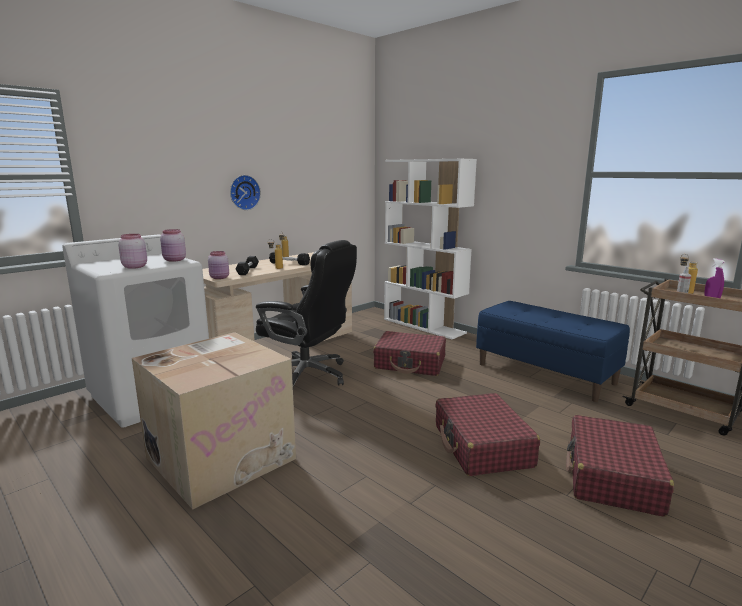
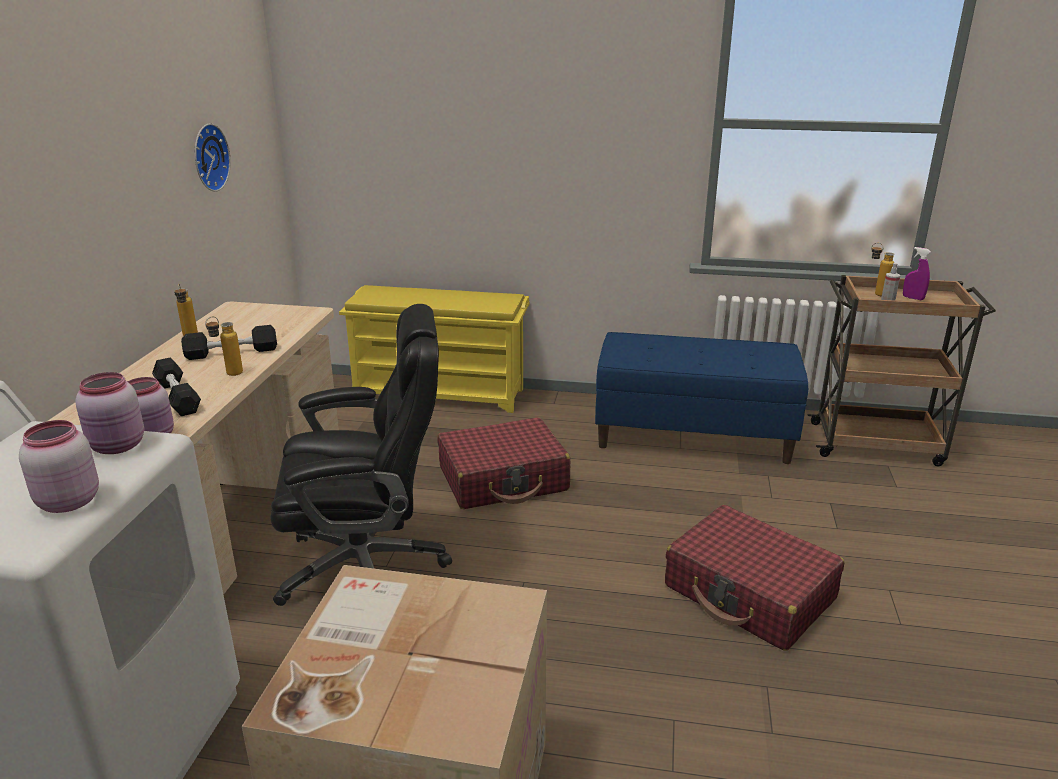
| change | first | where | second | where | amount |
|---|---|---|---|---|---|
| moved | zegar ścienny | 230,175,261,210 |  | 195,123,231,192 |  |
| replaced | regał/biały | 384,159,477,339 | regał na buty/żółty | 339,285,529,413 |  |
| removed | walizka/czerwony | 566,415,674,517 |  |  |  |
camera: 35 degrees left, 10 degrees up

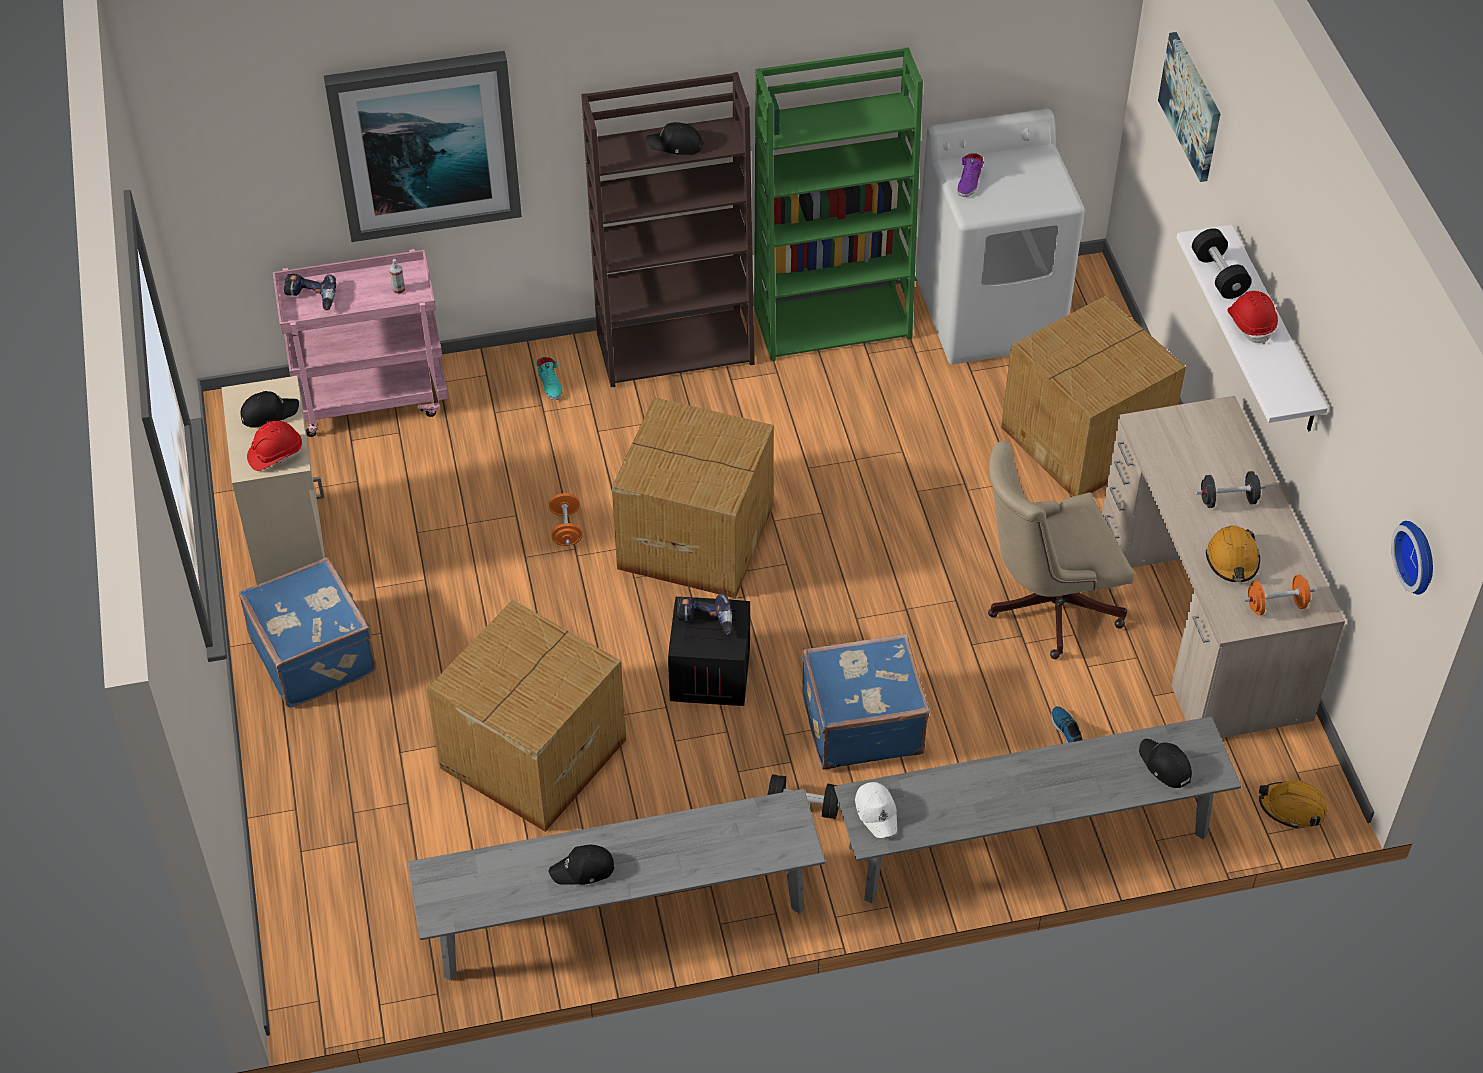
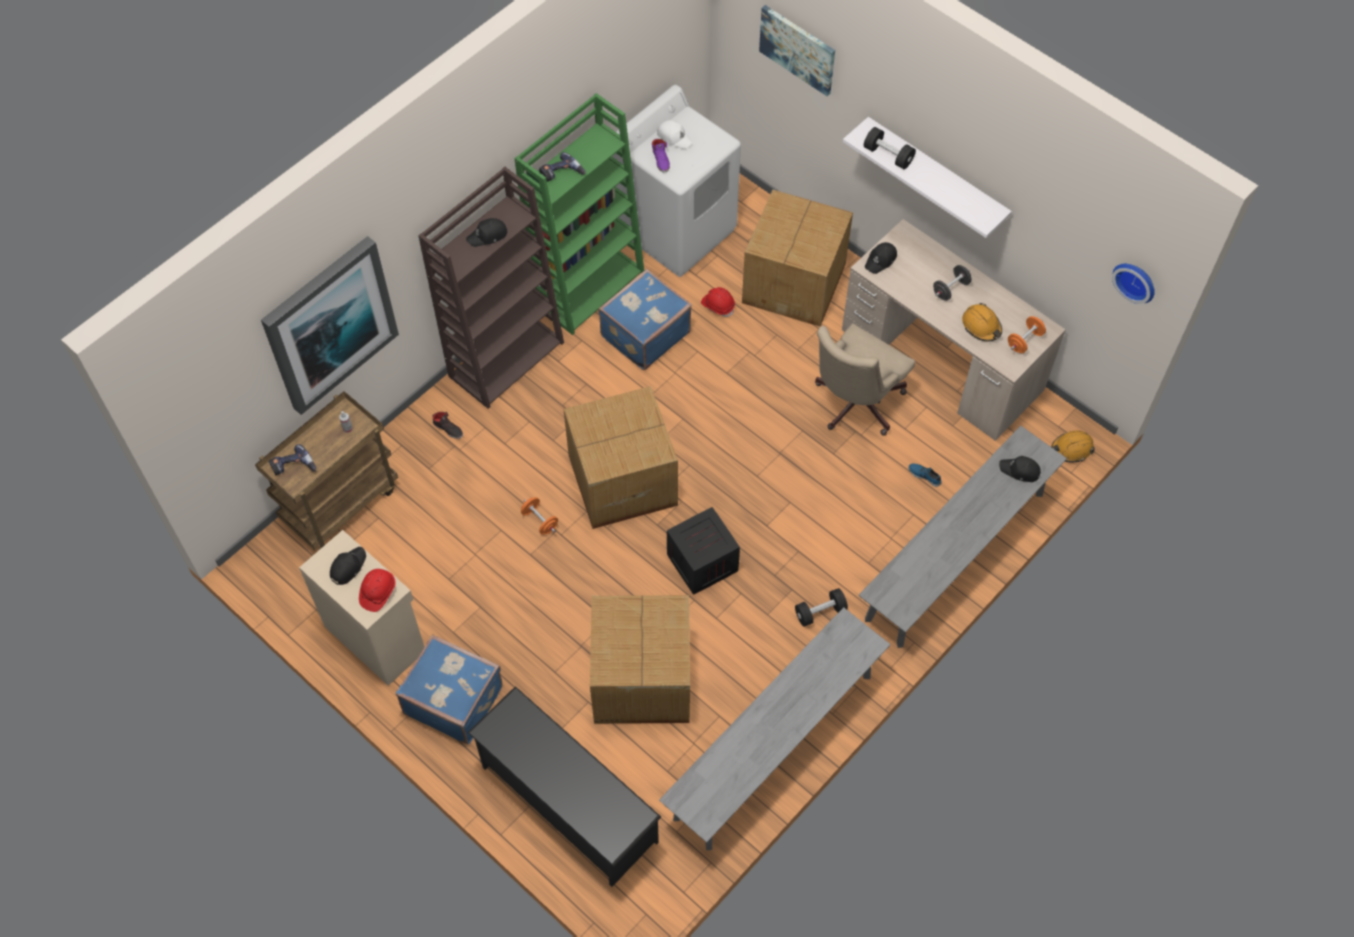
| change | first | where | second | where | amount |
|---|---|---|---|---|---|
| recoloured | wózek/różowy | 273,249,448,437 | wózek/brązowy | 255,391,398,550 |  |
| recoloured | but/turkusowy | 536,357,562,400 | but/czarny | 433,412,463,439 |  |
| moved | czapka z daszkiem/czarny | 549,845,614,885 |  | 865,242,897,274 |  |
| moved | wiertarka | 677,593,732,635 |  | 539,152,586,182 |  |
| moved | walizka/niebieski | 802,633,930,770 |  | 598,269,692,370 |  |
| moved | czapka z daszkiem/biały | 855,782,897,838 |  | 657,120,692,149 |  |
| moved | kask/czerwony | 1228,291,1278,344 |  | 701,287,735,317 |  |
| added |  |  | regał na buty/czarny | 468,686,661,887 |  |
camera: 35 degrees left, 10 degrees up

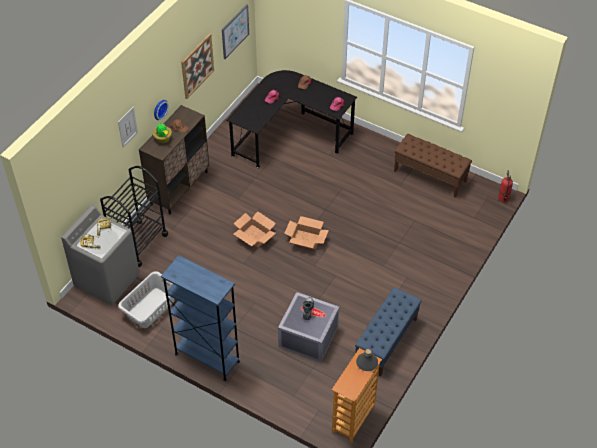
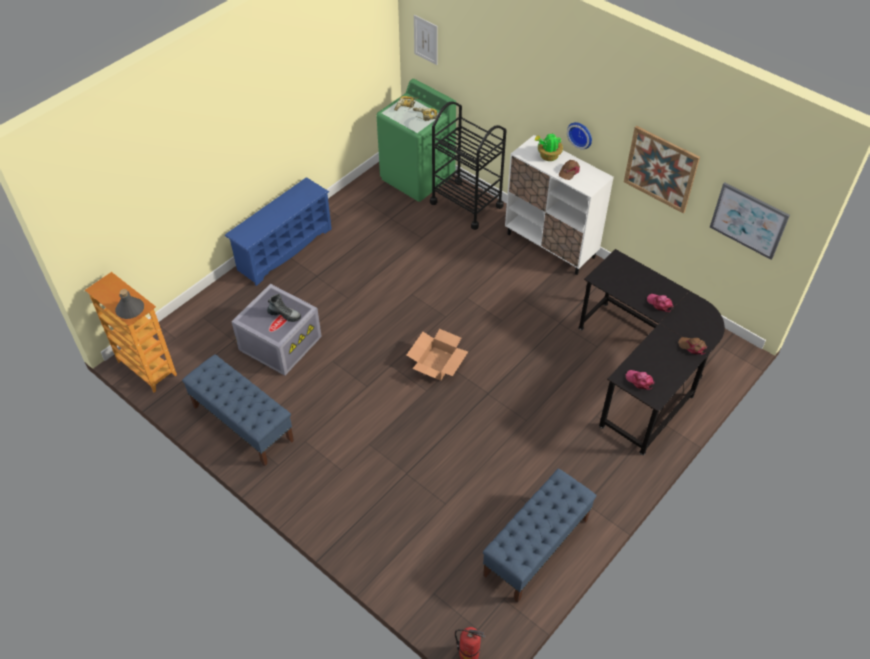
| change | first | where | second | where | amount |
|---|---|---|---|---|---|
| recoloured | pralka/szary | 61,205,139,305 | pralka/zielony | 376,79,456,202 |  |
| moved | obraz | 118,107,138,148 |  | 414,15,437,65 |  |
| removed | kosz na pranie/szary | 118,271,174,328 |  |  |  |
| recoloured | szafka/brązowy | 139,105,209,214 | szafka/biały | 505,135,614,275 |  |
| replaced | regał/niebieski | 161,255,240,381 | regał na buty/niebieski | 225,177,332,286 |  |
| removed | karton | 234,211,276,247 |  |  |  |
| recoloured | ławka/brązowy | 394,134,472,198 | ławka/niebieski | 483,468,597,603 |  |
camera: 100 degrees right, 0 degrees up

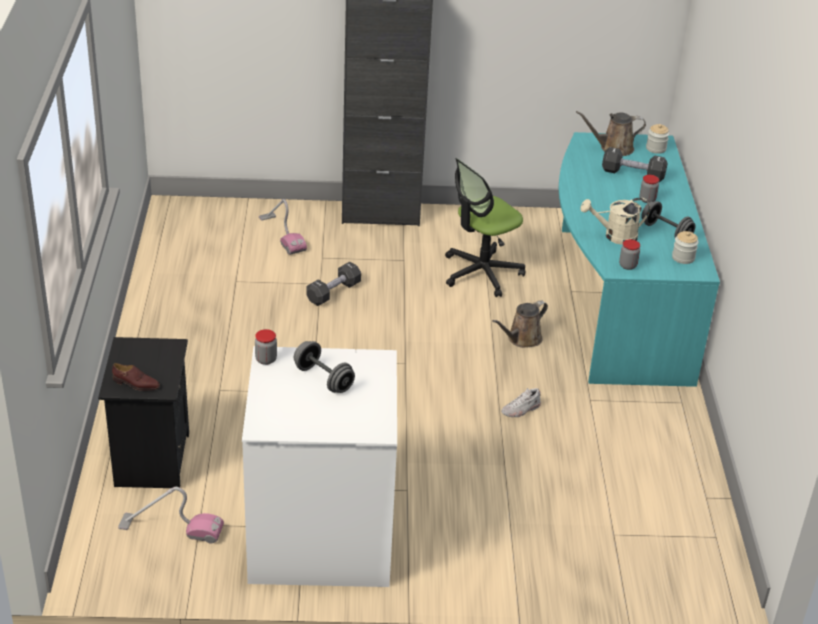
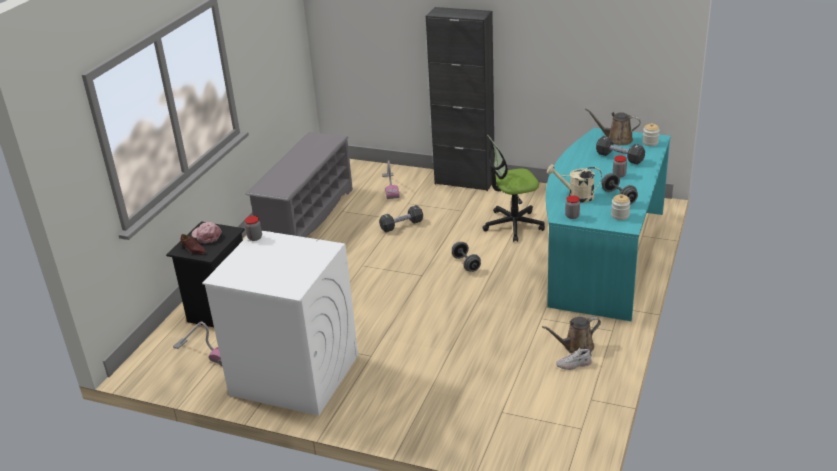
| change | first | where | second | where | amount |
|---|---|---|---|---|---|
| moved | hantel/szary | 294,341,355,393 |  | 452,242,481,272 |  |
| moved | konewka/brązowy | 492,300,548,348 |  | 542,316,601,353 |  |
| moved | but/biały | 501,388,541,417 |  | 556,348,592,370 |  |
| added |  |  | czapka z daszkiem/różowy | 192,222,222,244 |  |
| added |  |  | regał na buty/szary | 245,132,353,237 |  |
camera: 25 degrees right, 5 degrees down

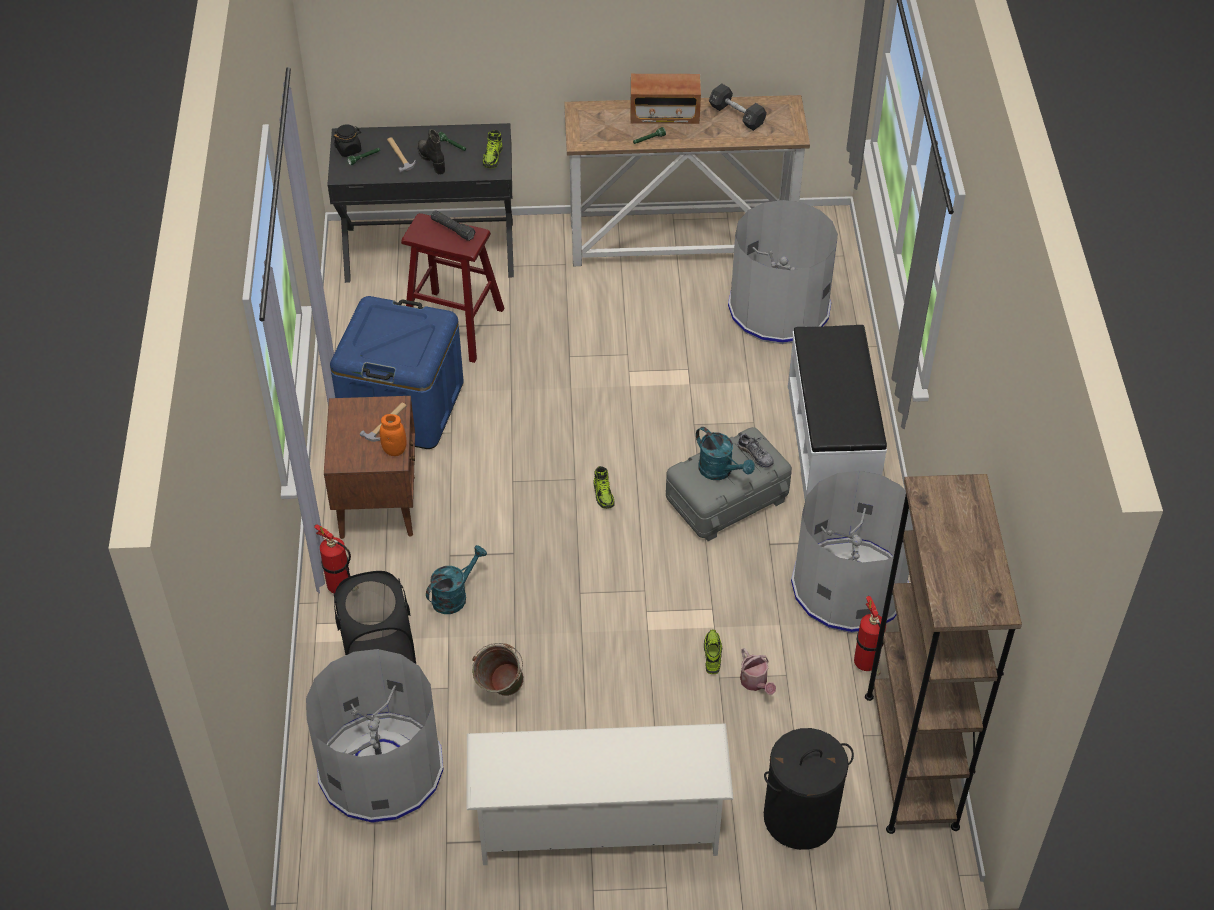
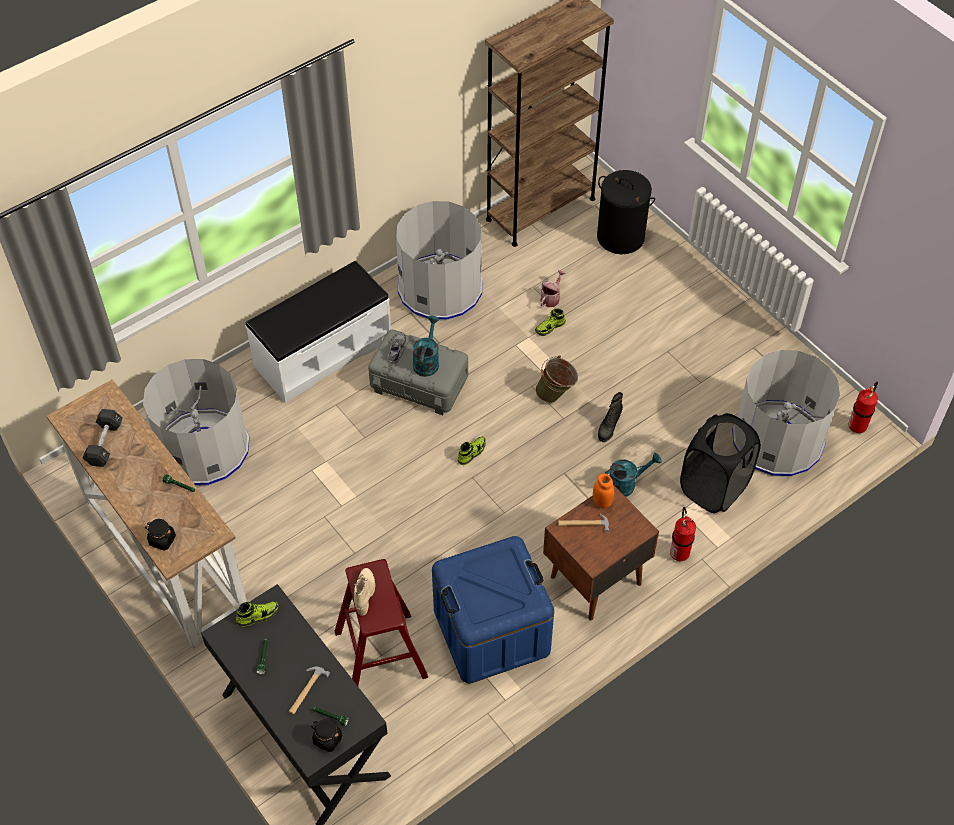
| change | first | where | second | where | amount |
|---|---|---|---|---|---|
| moved | but z cholewką/czarny | 418,129,445,174 |  | 598,392,623,442 |  |
| turned | konewka/turkusowy | 426,545,487,614 |  | 605,453,662,497 | 150 degrees clockwise |
| replaced | latarka/czarny | 431,211,475,241 | but z cholewką/beżowy | 354,568,375,616 |  |
| removed | regał na buty/biały | 466,724,734,865 |  |  |  |
| moved | wiadro/zielony | 472,643,524,696 |  | 536,355,578,403 |  |
| removed | radio | 631,74,701,124 |  |  |  |
| moved | gaśnica | 854,596,886,676 |  | 849,382,878,433 |  |
| added |  |  | słoik/czarny | 145,519,176,551 |  |
camera: 125 degrees left, 5 degrees up

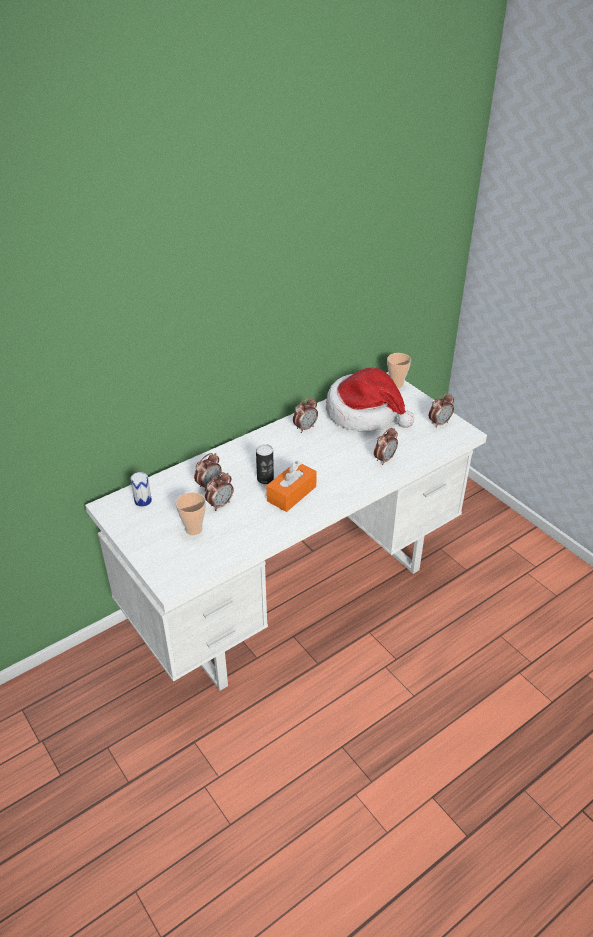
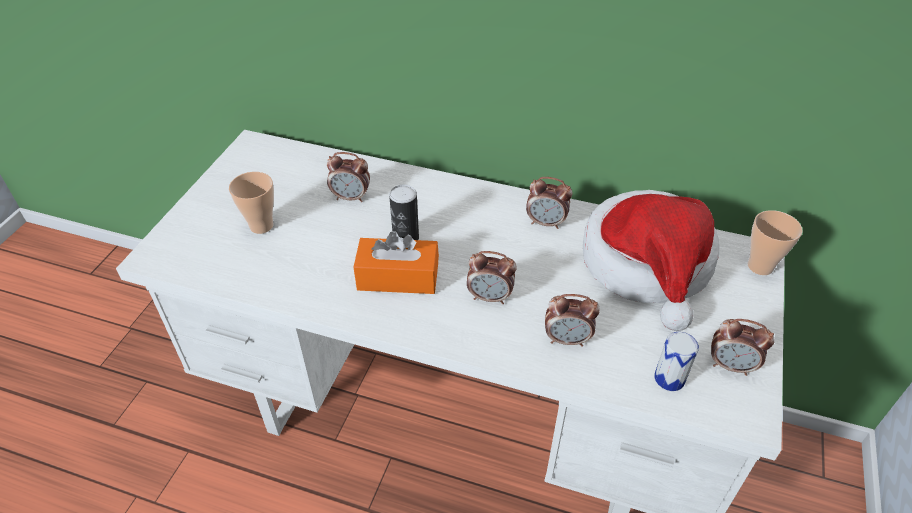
| change | first | where | second | where | amount |
|---|---|---|---|---|---|
| moved | puszka | 130,472,152,507 |  | 654,332,699,391 |  |
| moved | budzik | 205,472,234,511 |  | 467,251,517,304 |  |
camera: 55 degrees right, 5 degrees up

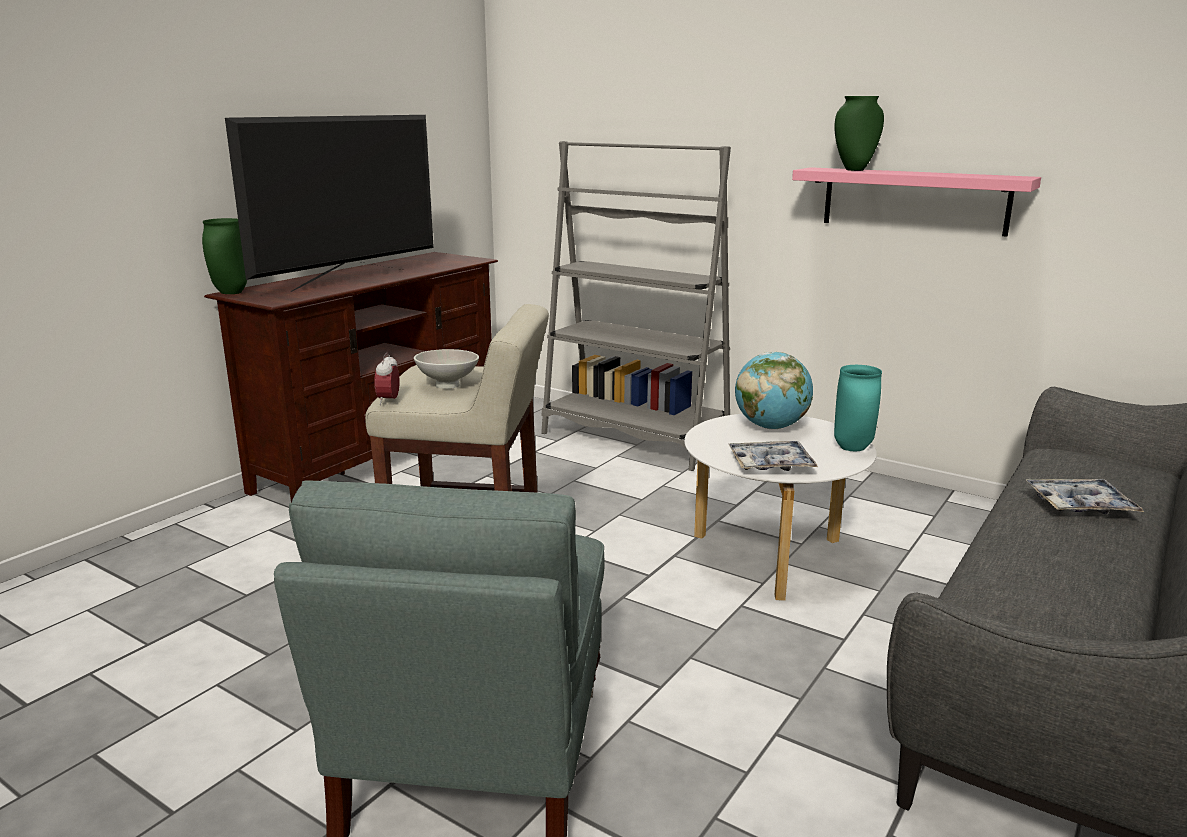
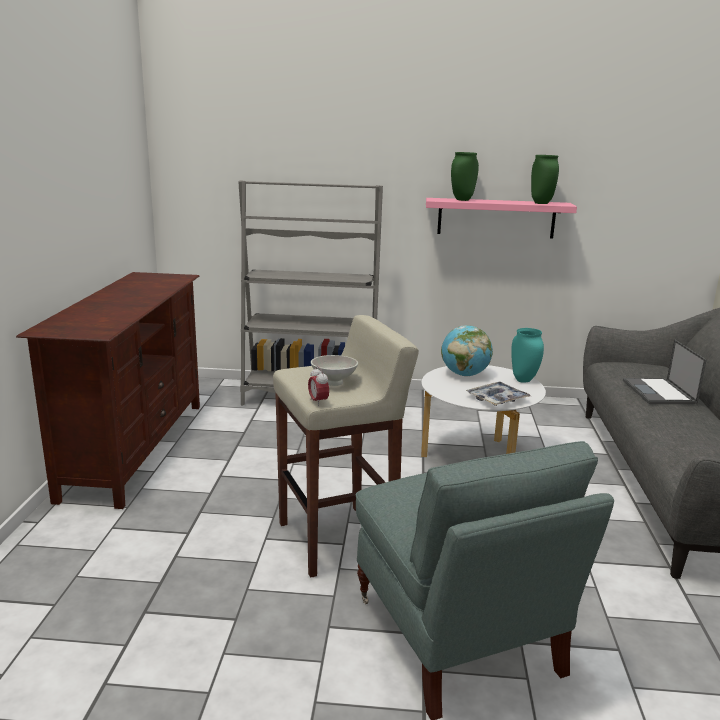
| change | first | where | second | where | amount |
|---|---|---|---|---|---|
| moved | wazon/zielony | 202,218,247,294 |  | 531,155,559,204 |  |
| removed | telewizor | 225,115,434,292 |  |  |  |
| replaced | taca | 1026,479,1144,514 | laptop | 623,339,706,404 |  |
camera: 30 degrees left, 0 degrees up

